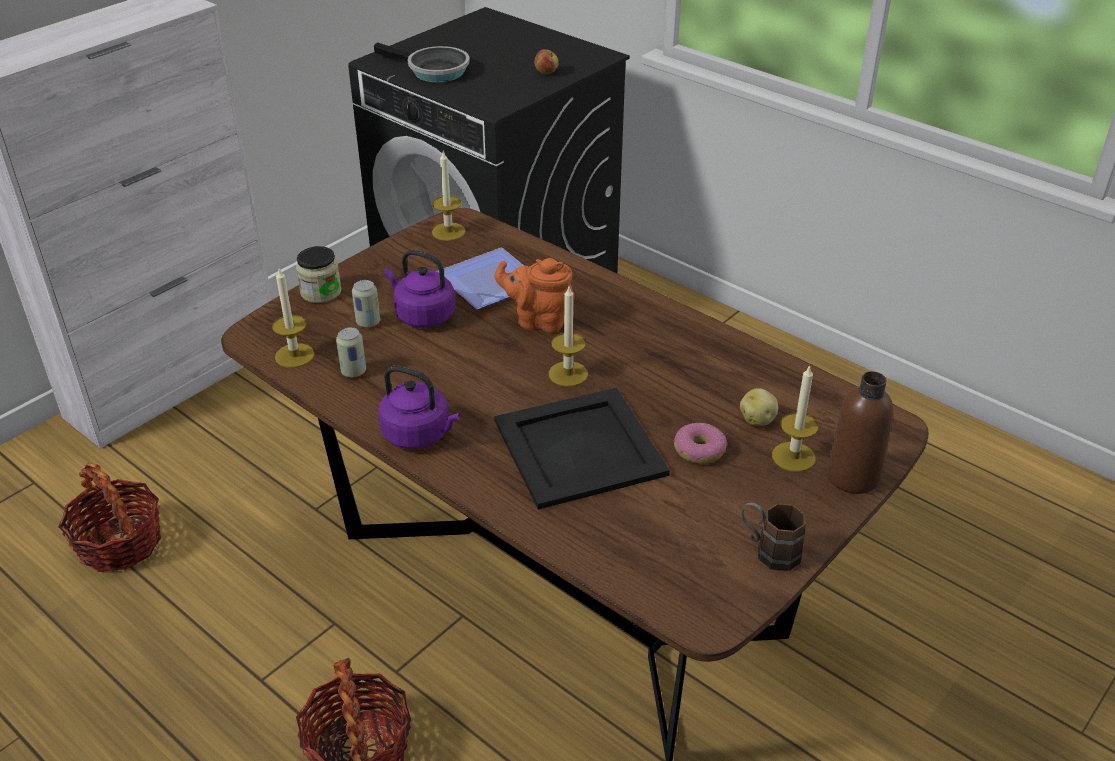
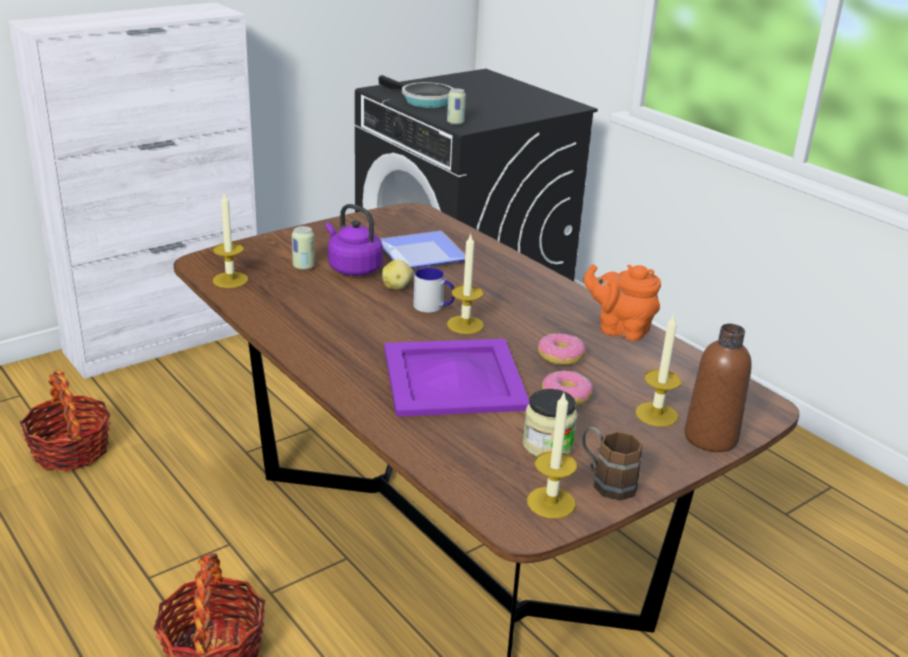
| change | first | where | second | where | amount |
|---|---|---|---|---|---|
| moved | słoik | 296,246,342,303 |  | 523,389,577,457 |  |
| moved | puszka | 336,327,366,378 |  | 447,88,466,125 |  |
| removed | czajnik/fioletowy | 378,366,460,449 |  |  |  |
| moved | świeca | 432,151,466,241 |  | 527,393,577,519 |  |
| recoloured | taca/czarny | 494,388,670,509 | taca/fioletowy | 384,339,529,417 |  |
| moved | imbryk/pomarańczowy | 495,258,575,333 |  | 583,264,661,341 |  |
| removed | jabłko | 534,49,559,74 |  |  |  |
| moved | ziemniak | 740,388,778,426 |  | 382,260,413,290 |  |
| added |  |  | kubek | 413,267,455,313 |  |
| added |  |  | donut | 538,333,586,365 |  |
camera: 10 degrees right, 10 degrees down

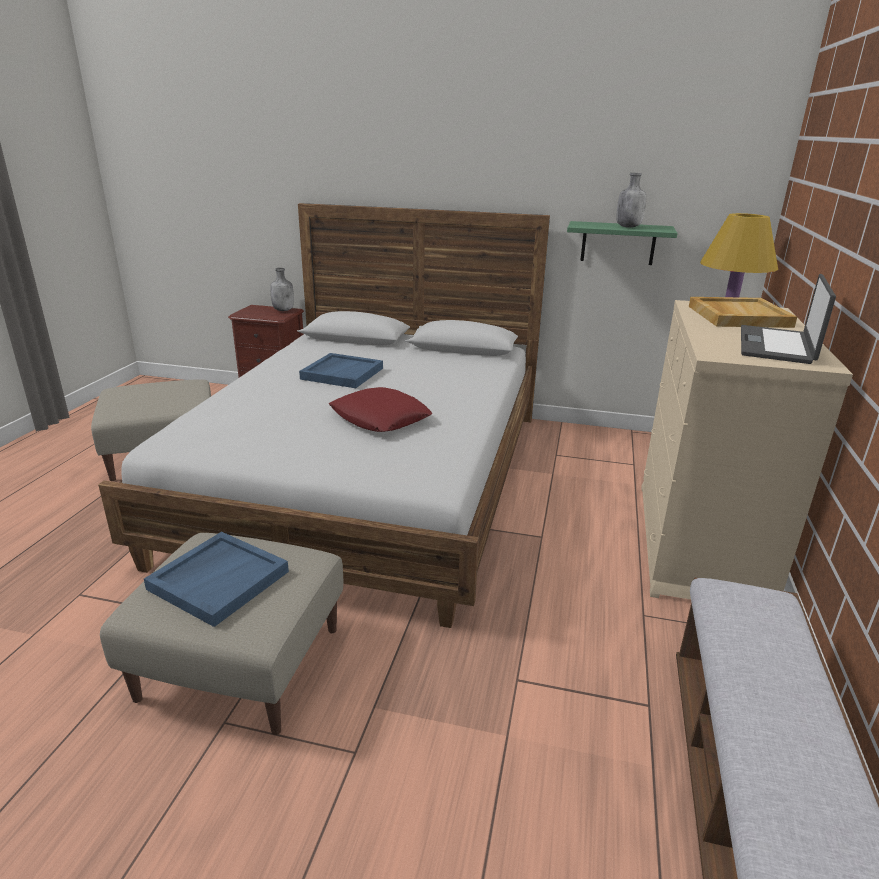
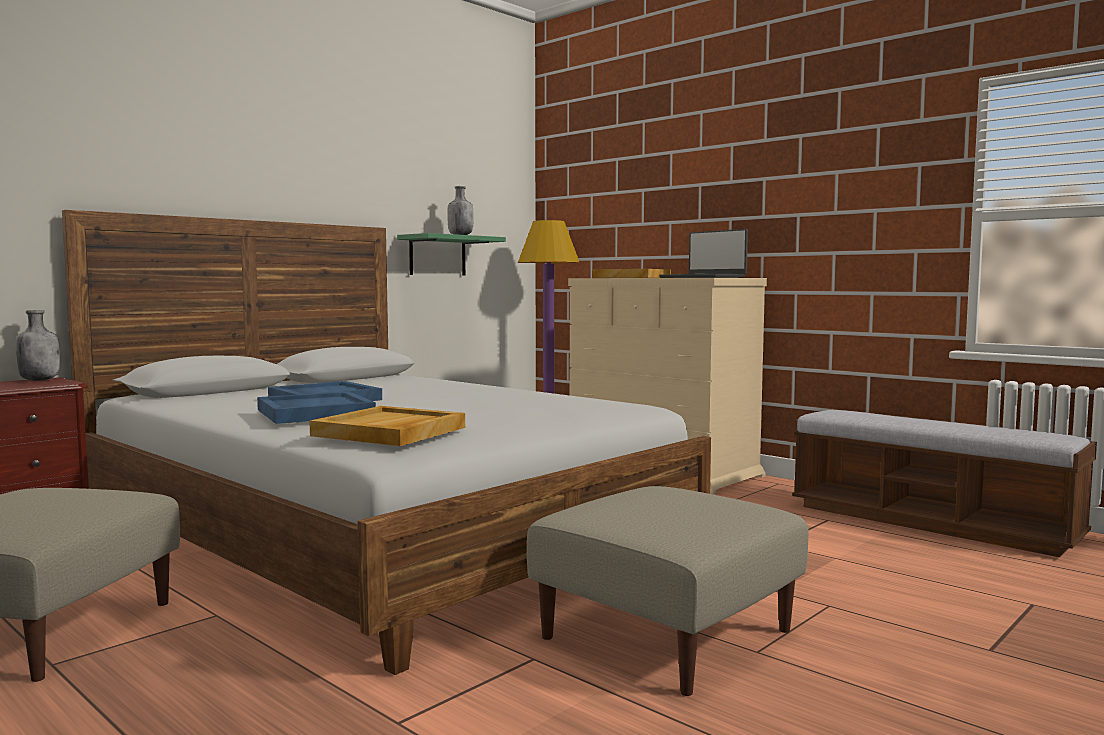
| change | first | where | second | where | amount |
|---|---|---|---|---|---|
| moved | taca/niebieski | 144,532,289,627 |  | 257,391,376,424 |  |
| removed | poduszka/czerwony | 329,387,432,432 |  |  |  |
| added |  |  | taca/beżowy | 309,406,465,446 |  |
camera: 60 degrees left, 20 degrees down

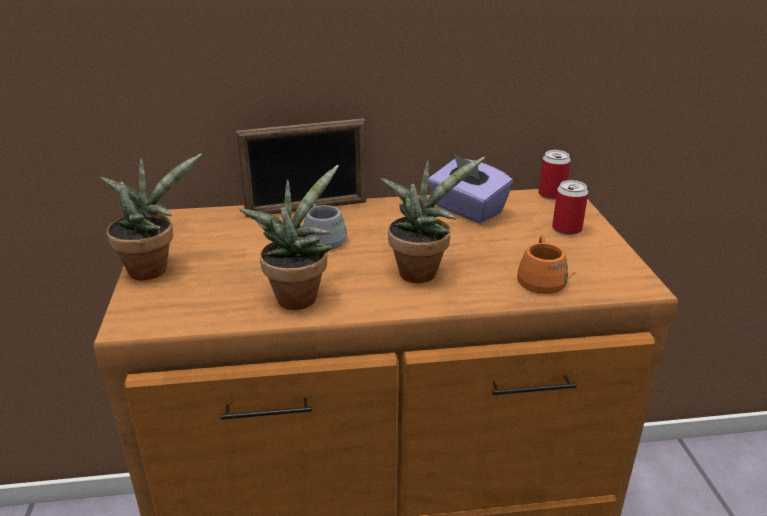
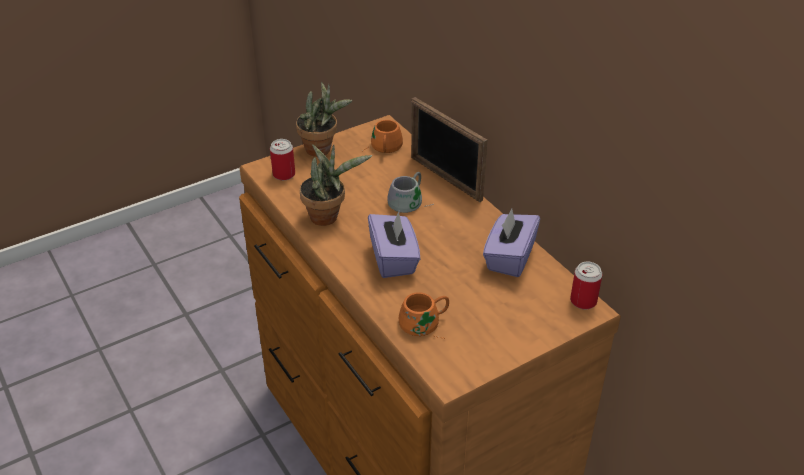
| change | first | where | second | where | amount |
|---|---|---|---|---|---|
| replaced | roślina doniczkowa | 380,157,485,283 | pudełko chusteczek/fioletowy | 368,211,420,278 |  |
| moved | puszka | 552,180,588,235 |  | 270,139,295,180 |  |
| added |  |  | kubek/pomarańczowy | 362,120,403,153 |  |
camera: 65 degrees right, 10 degrees up

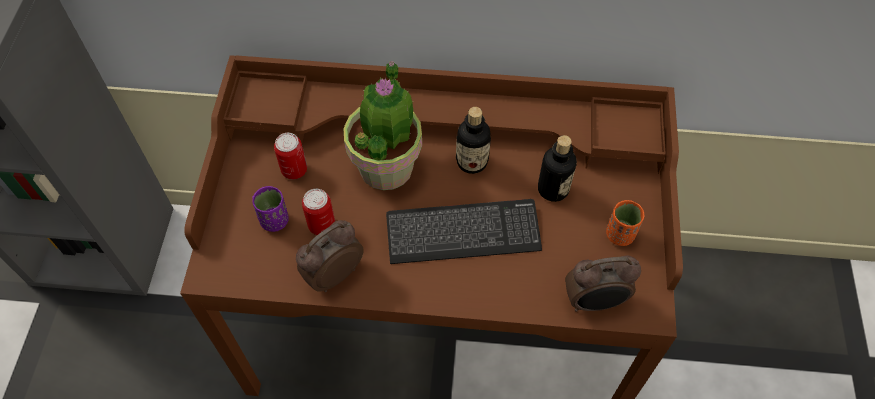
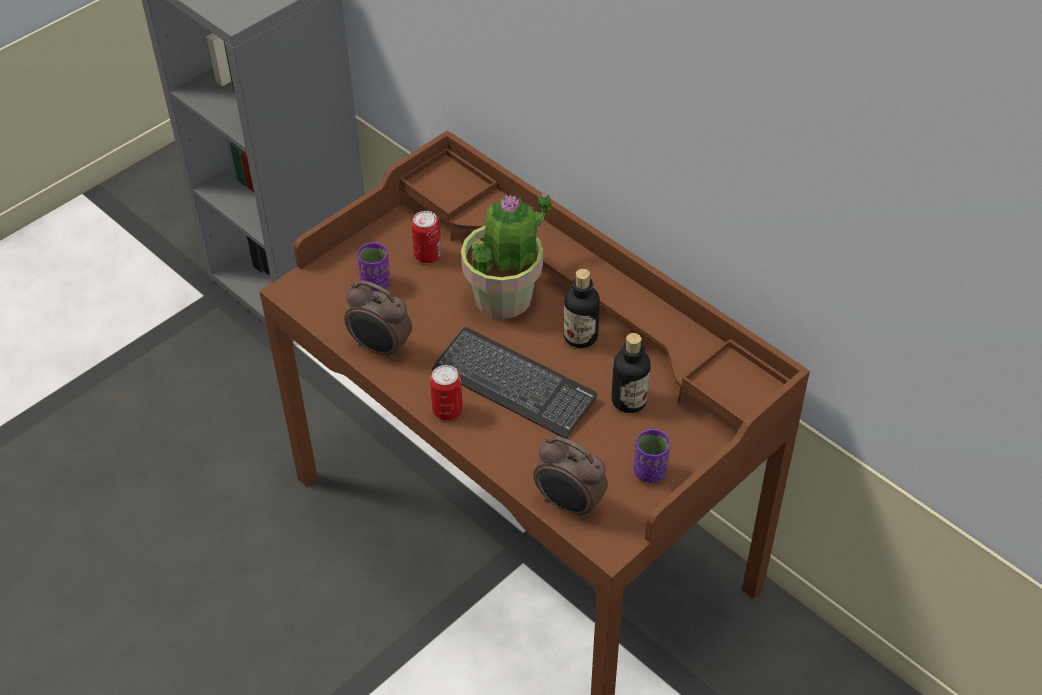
| change | first | where | second | where | amount |
|---|---|---|---|---|---|
| turned | budzik | 296,220,364,292 |  | 344,281,412,361 | 150 degrees counterclockwise |
| moved | puszka | 302,189,335,235 |  | 430,365,463,420 |  |
| recoloured | filiżanka/pomarańczowy | 606,200,644,246 | filiżanka/fioletowy | 634,429,670,483 |  |
camera: 40 degrees right, 10 degrees down

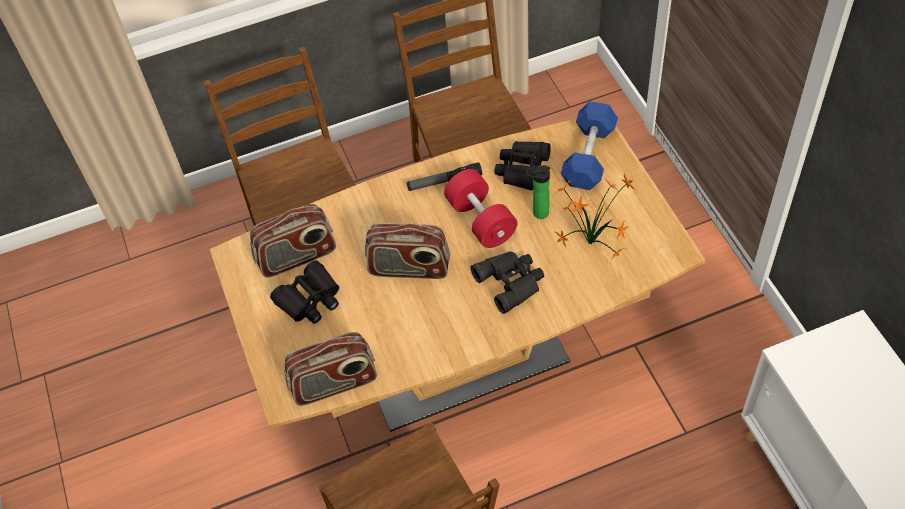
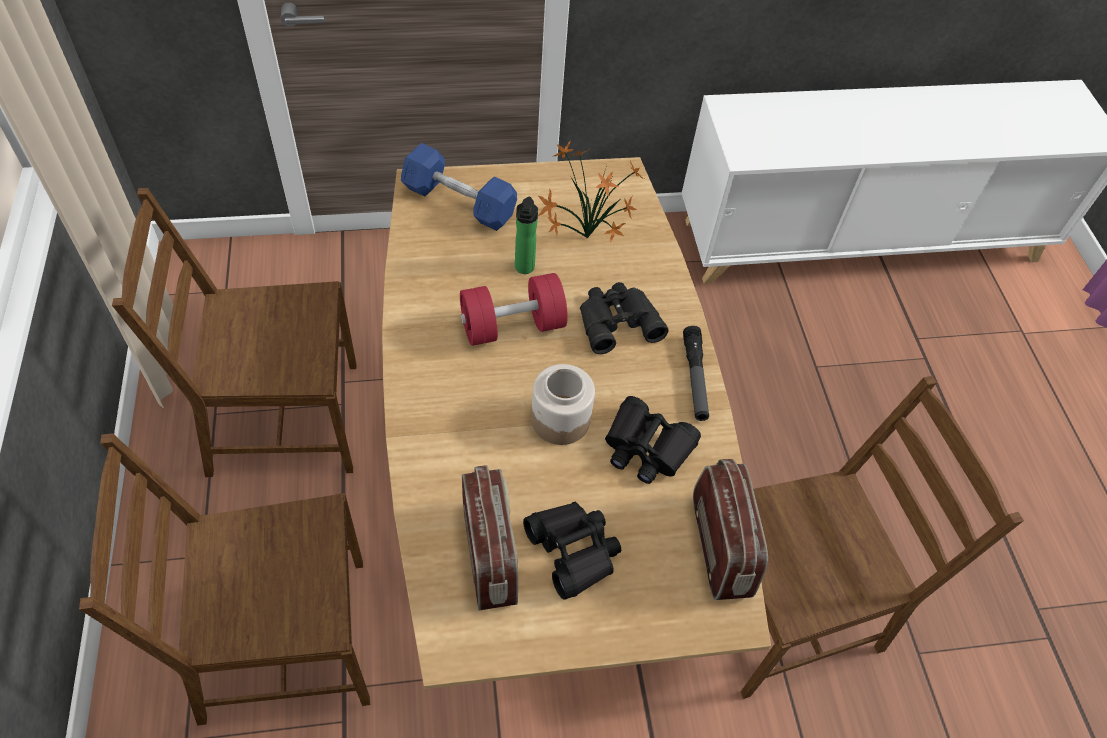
| change | first | where | second | where | amount |
|---|---|---|---|---|---|
| replaced | radio | 365,223,450,279 | słoik | 531,364,595,445 |  |
| moved | latarka | 407,162,482,191 |  | 683,326,709,421 |  |
| moved | lornetka/czarny | 494,141,551,191 |  | 605,396,701,484 |  |
camera: 85 degrees left, 0 degrees up

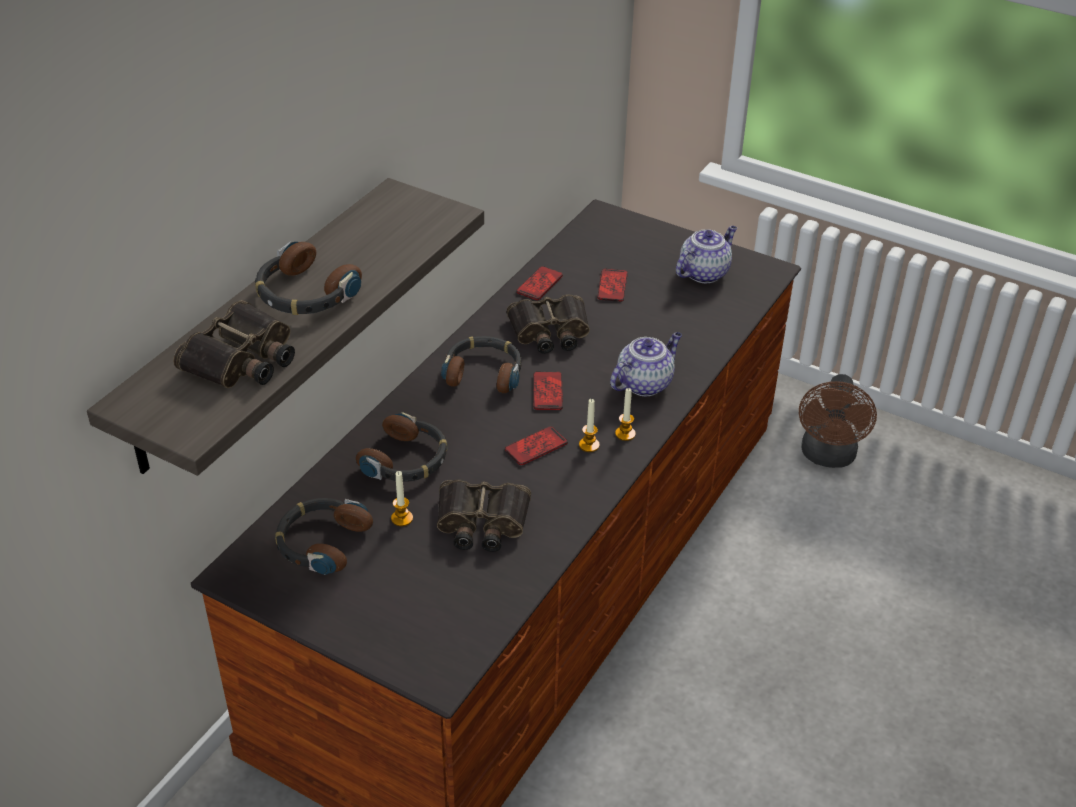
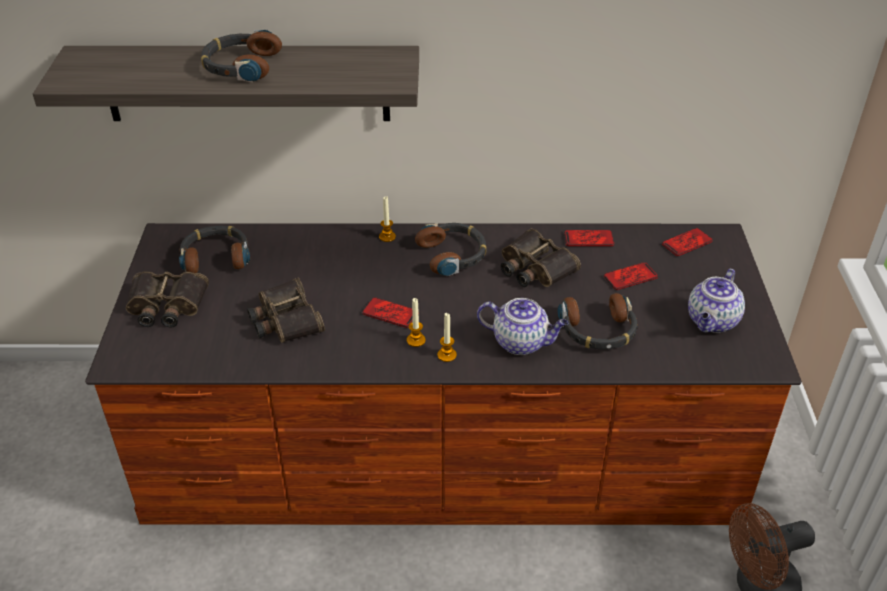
| change | first | where | second | where | amount |
|---|---|---|---|---|---|
| moved | lornetka | 173,300,295,388 |  | 126,271,209,327 |  |
| moved | słuchawki | 356,412,447,482 |  | 558,293,638,349 |  |
| moved | świeca | 391,471,413,526 |  | 379,196,396,242 |  |
| moved | telefon | 533,372,563,410 |  | 662,228,713,256 |  |
| turned | imbryk | 676,226,737,283 |  | 688,269,745,333 | 105 degrees clockwise |
camera: 60 degrees right, 0 degrees up

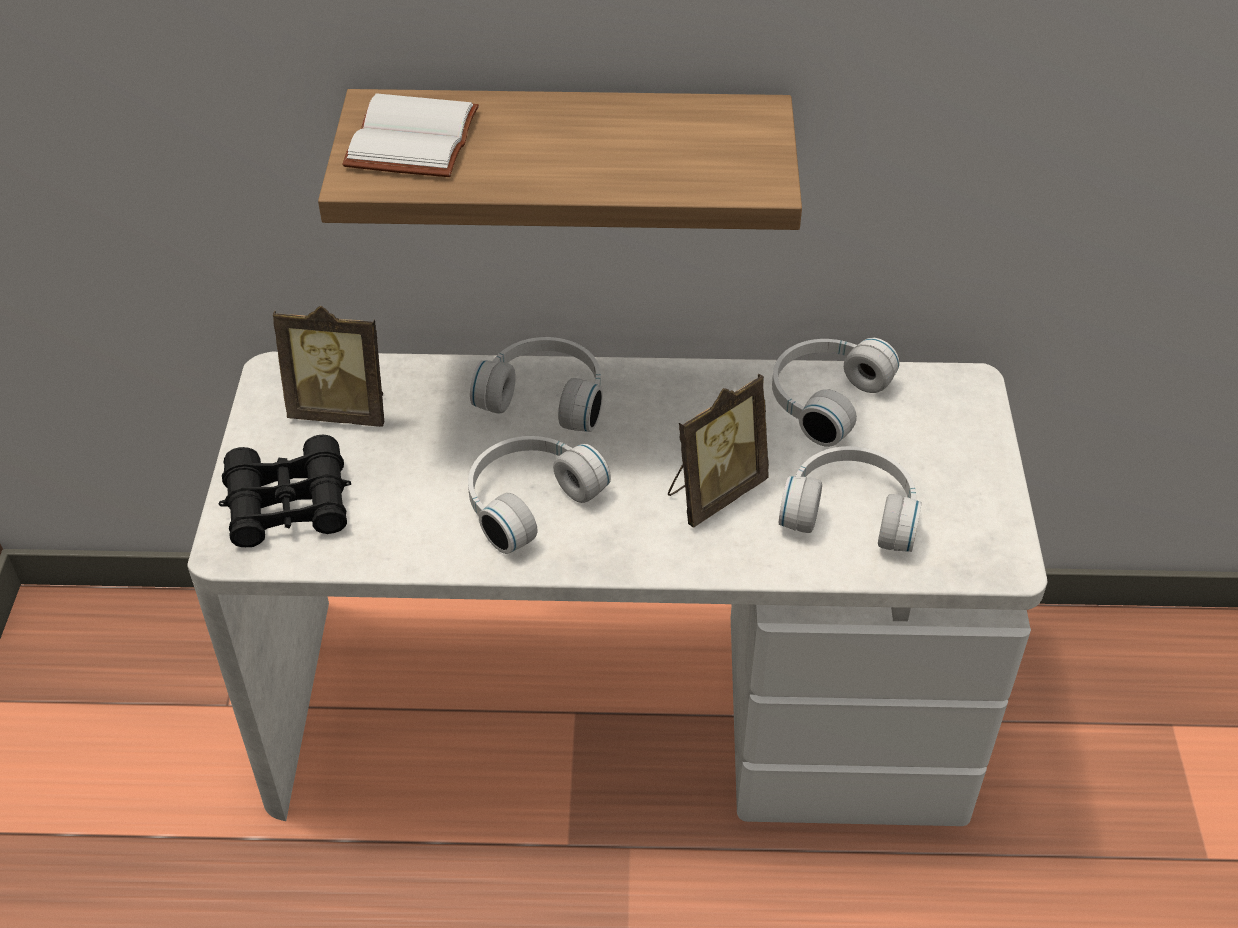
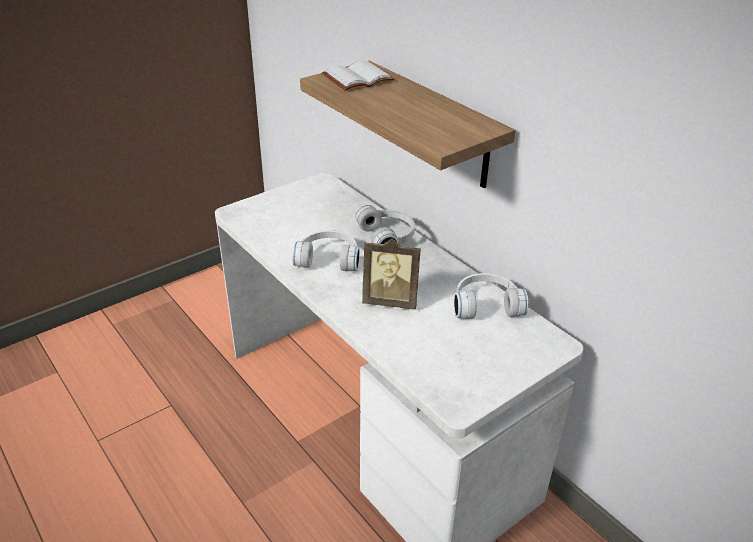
| change | first | where | second | where | amount |
|---|---|---|---|---|---|
| removed | lornetka/czarny | 218,435,351,547 |  |  |  |
| removed | ramka na zdjęcie | 273,306,384,427 |  |  |  |
| removed | słuchawki/biały | 779,446,922,552 |  |  |  |
camera: 50 degrees right, 10 degrees down

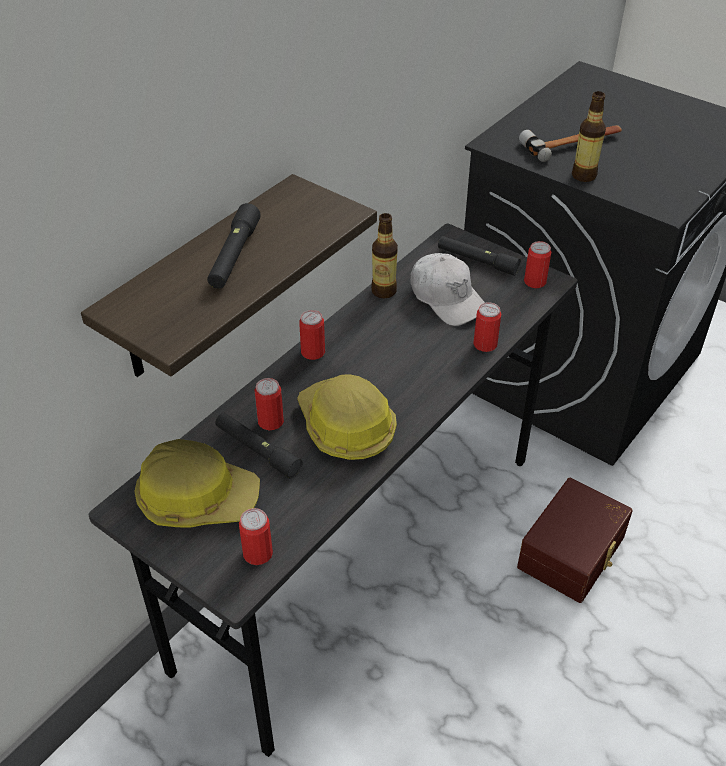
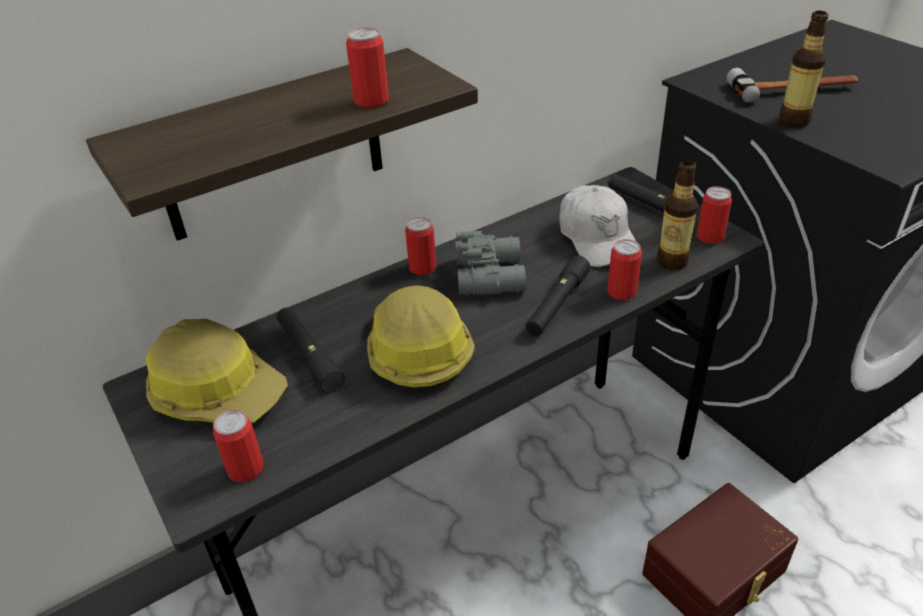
| change | first | where | second | where | amount |
|---|---|---|---|---|---|
| moved | latarka/czarny | 207,203,261,289 |  | 526,255,591,336 |  |
| moved | puszka | 255,378,284,430 |  | 346,27,389,108 |  |
| moved | butelka | 371,213,398,299 |  | 657,160,698,270 |  |
| added |  |  | lornetka/szary | 455,231,526,296 |  |
camera: 20 degrees right, 5 degrees down

